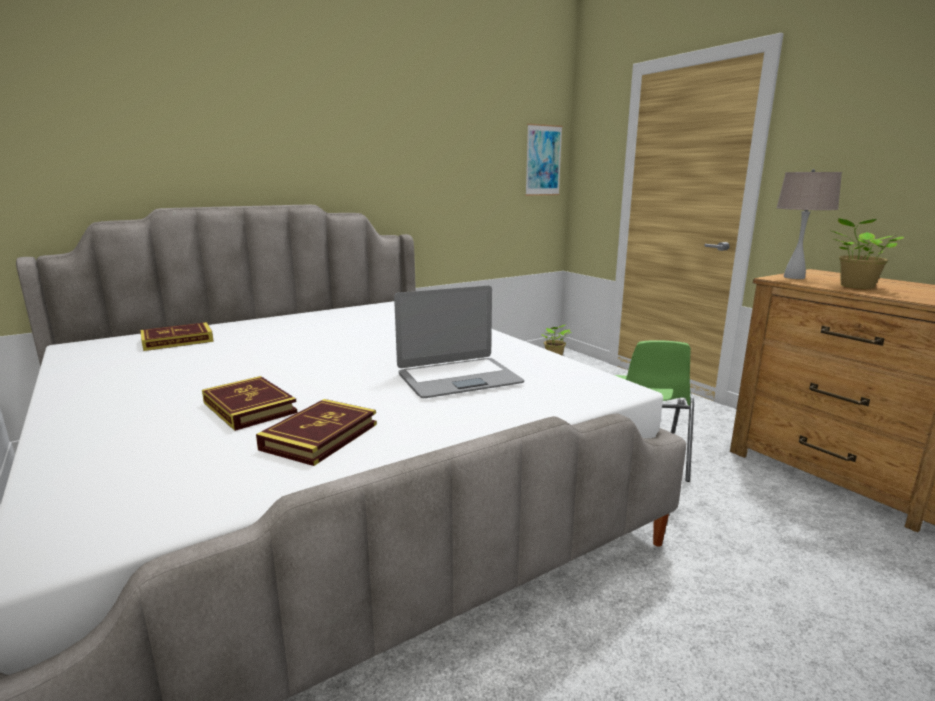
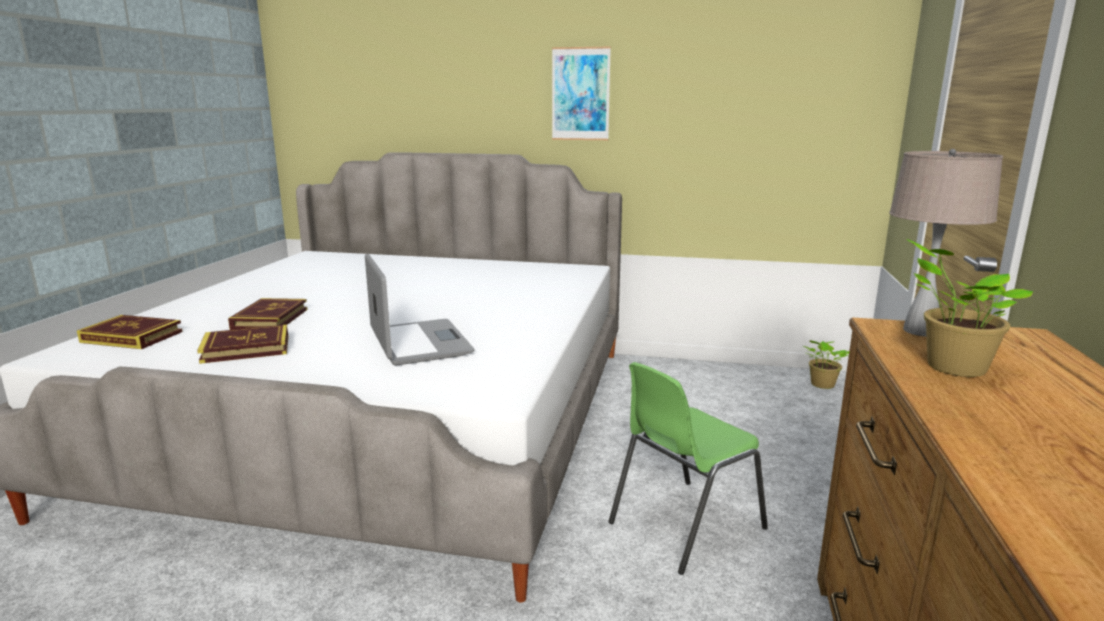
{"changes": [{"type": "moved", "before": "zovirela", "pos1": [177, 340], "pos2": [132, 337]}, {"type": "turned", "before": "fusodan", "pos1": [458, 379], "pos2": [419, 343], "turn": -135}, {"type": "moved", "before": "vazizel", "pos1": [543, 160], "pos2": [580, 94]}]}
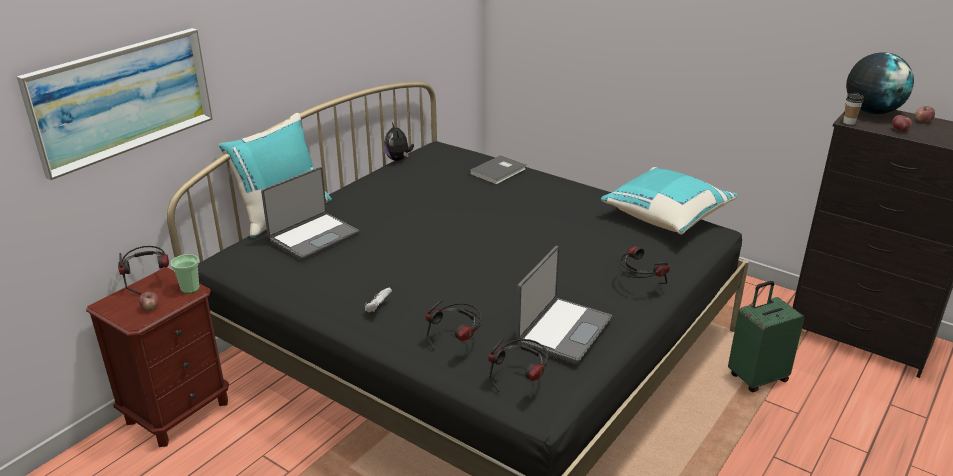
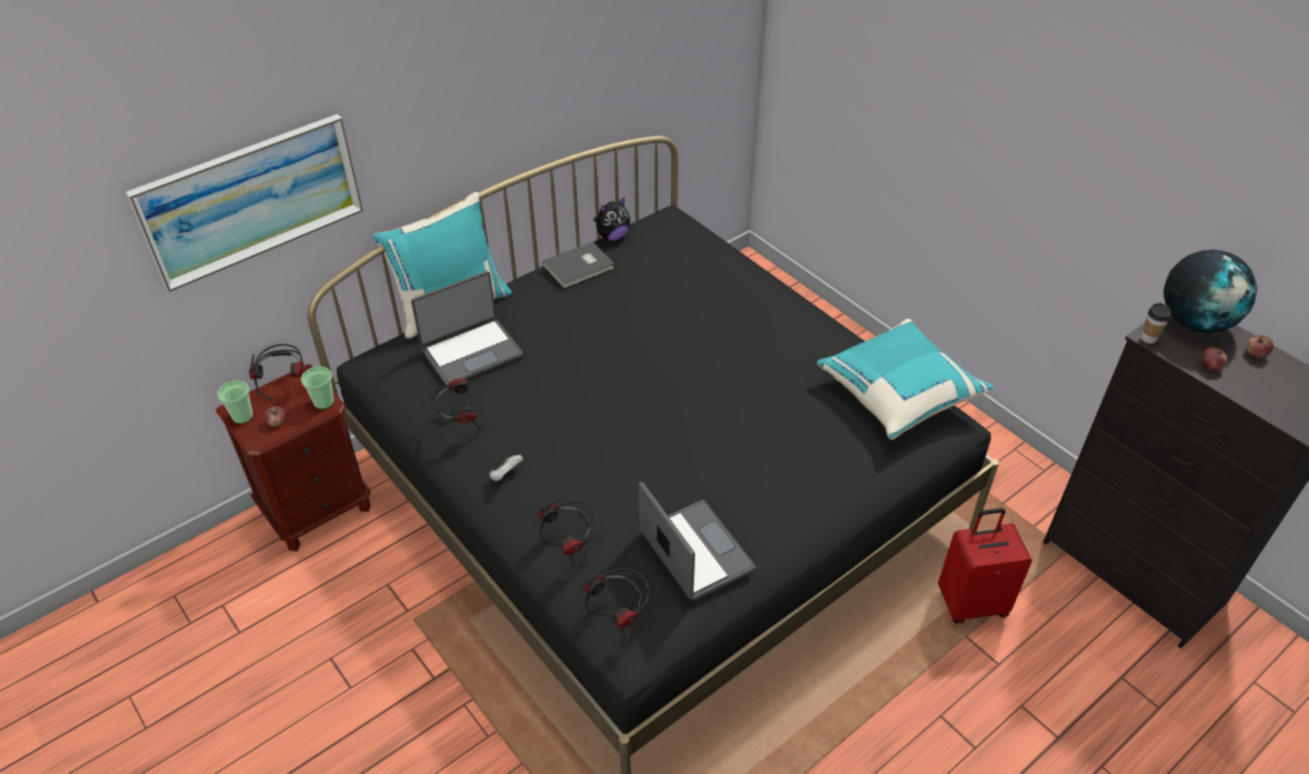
{"changes": [{"type": "added", "after": "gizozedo", "pos2": [242, 416]}, {"type": "moved", "before": "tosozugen", "pos1": [638, 286], "pos2": [456, 423]}, {"type": "moved", "before": "zovirela (grey)", "pos1": [499, 171], "pos2": [580, 267]}, {"type": "turned", "before": "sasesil", "pos1": [398, 159], "pos2": [612, 236], "turn": -120}, {"type": "turned", "before": "fusodan", "pos1": [562, 330], "pos2": [694, 552], "turn": -75}, {"type": "recoloured", "before": "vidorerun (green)", "after": "vidorerun (red)", "pos1": [756, 377], "pos2": [971, 603]}]}
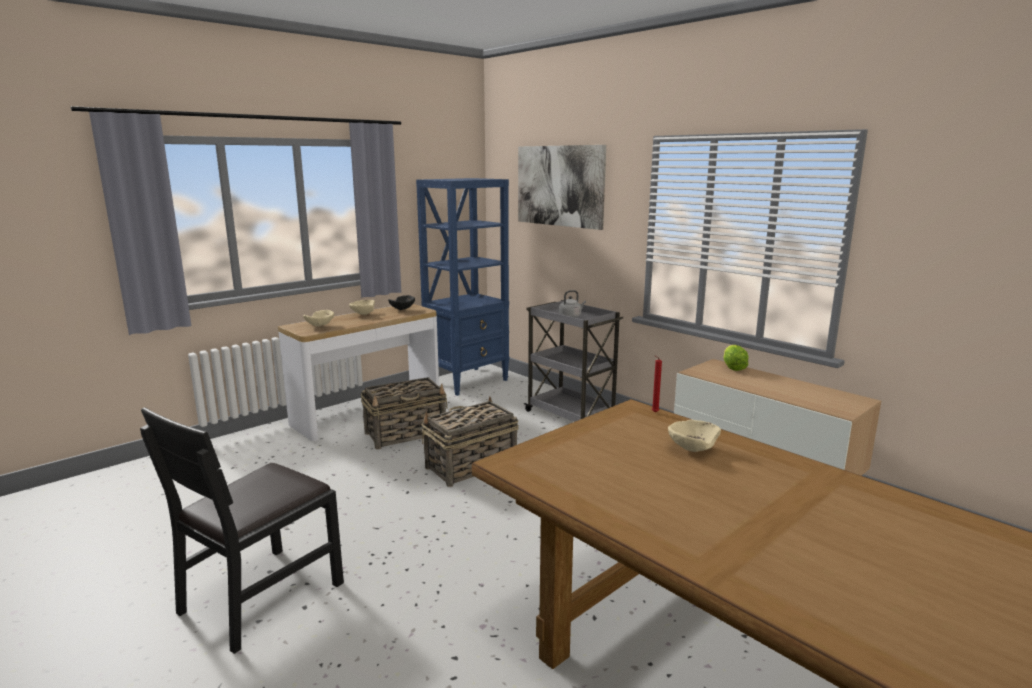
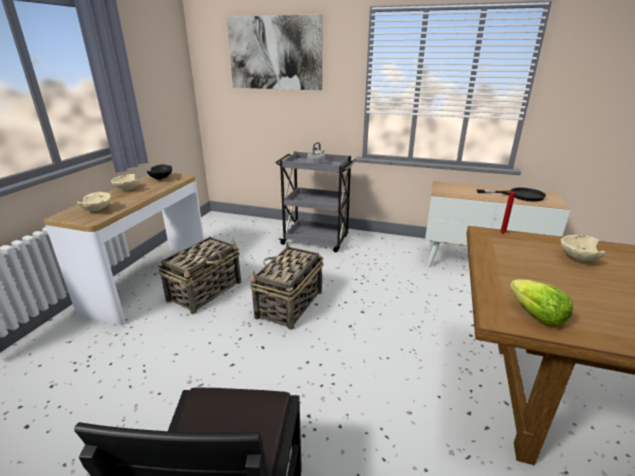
{"changes": [{"type": "added", "after": "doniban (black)", "pos2": [519, 195]}, {"type": "moved", "before": "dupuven", "pos1": [733, 368], "pos2": [536, 316]}, {"type": "removed", "before": "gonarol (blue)", "pos1": [468, 381]}]}
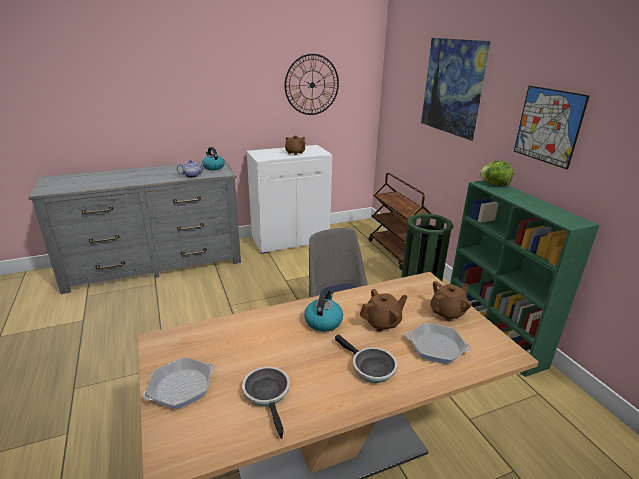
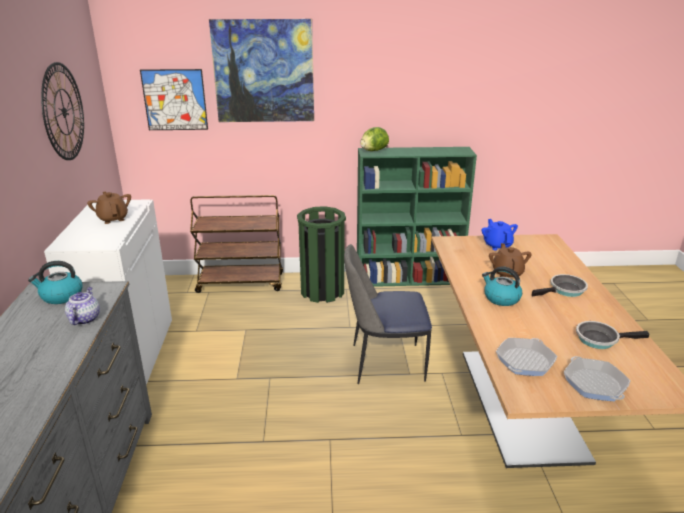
{"changes": [{"type": "moved", "before": "vazizel", "pos1": [548, 126], "pos2": [175, 100]}, {"type": "recoloured", "before": "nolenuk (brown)", "after": "nolenuk (blue)", "pos1": [448, 312], "pos2": [497, 245]}, {"type": "moved", "before": "doniban", "pos1": [436, 347], "pos2": [525, 361]}]}
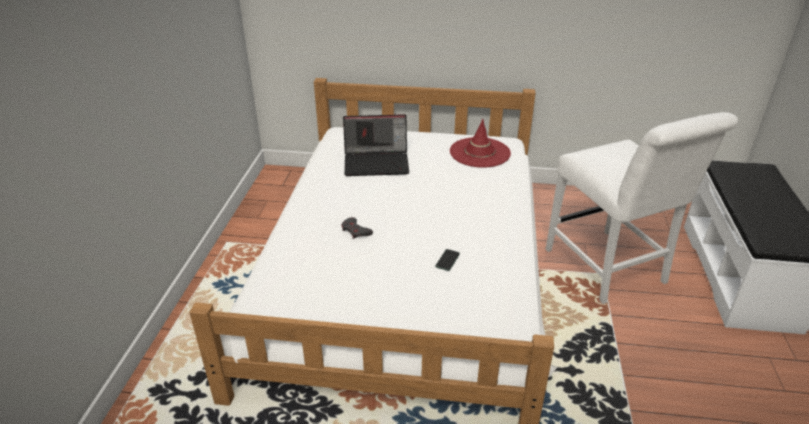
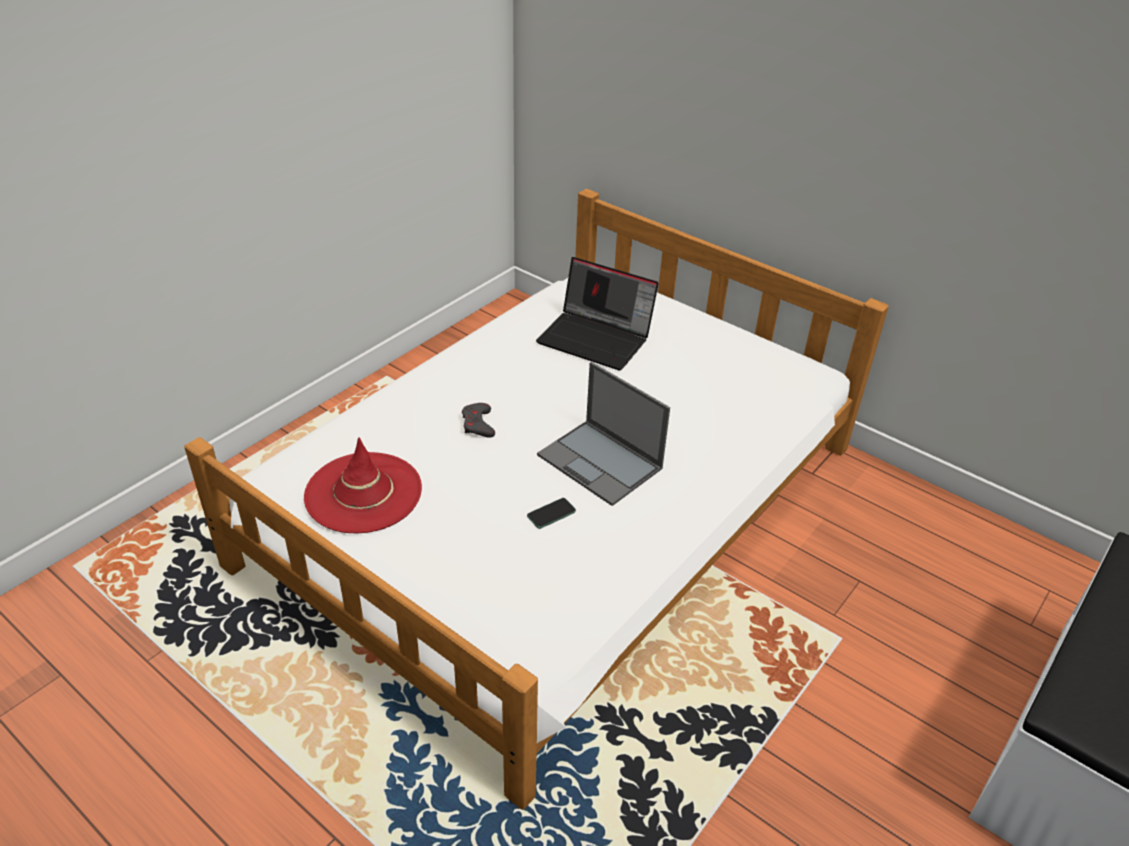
{"changes": [{"type": "moved", "before": "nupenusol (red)", "pos1": [479, 153], "pos2": [363, 493]}, {"type": "added", "after": "fusodan", "pos2": [601, 462]}, {"type": "removed", "before": "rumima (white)", "pos1": [608, 270]}]}
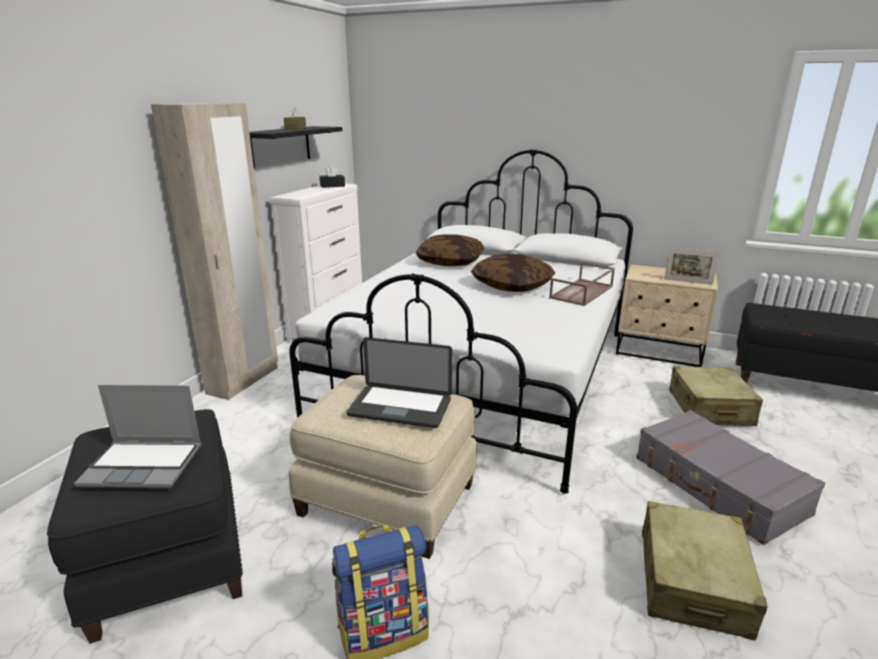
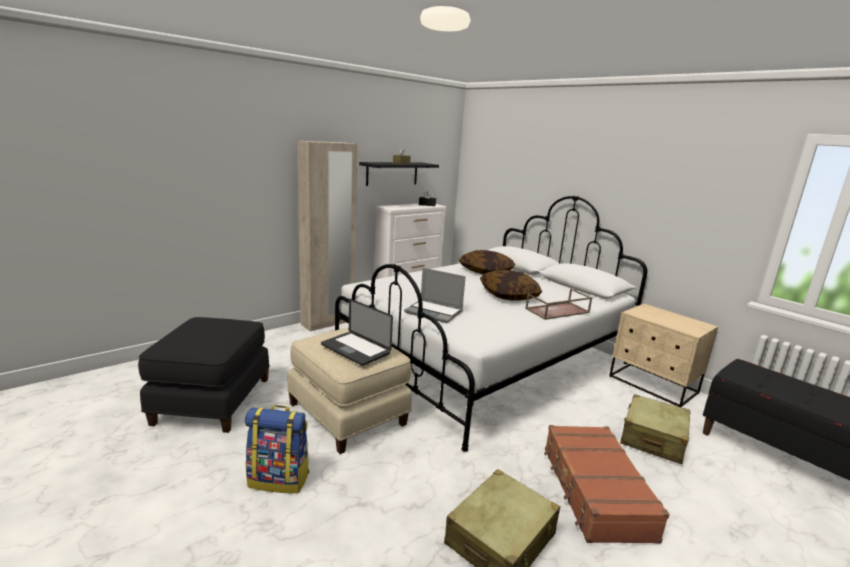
{"changes": [{"type": "moved", "before": "fusodan", "pos1": [145, 465], "pos2": [434, 312]}, {"type": "recoloured", "before": "vidorerun (grey)", "after": "vidorerun (brown)", "pos1": [718, 486], "pos2": [594, 492]}, {"type": "removed", "before": "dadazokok", "pos1": [688, 281]}]}
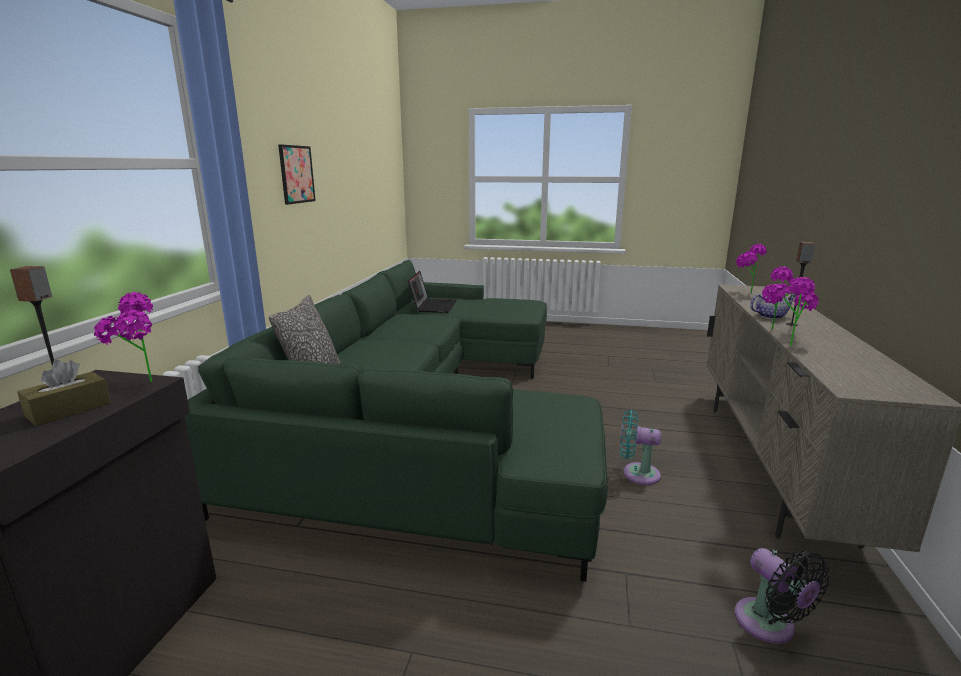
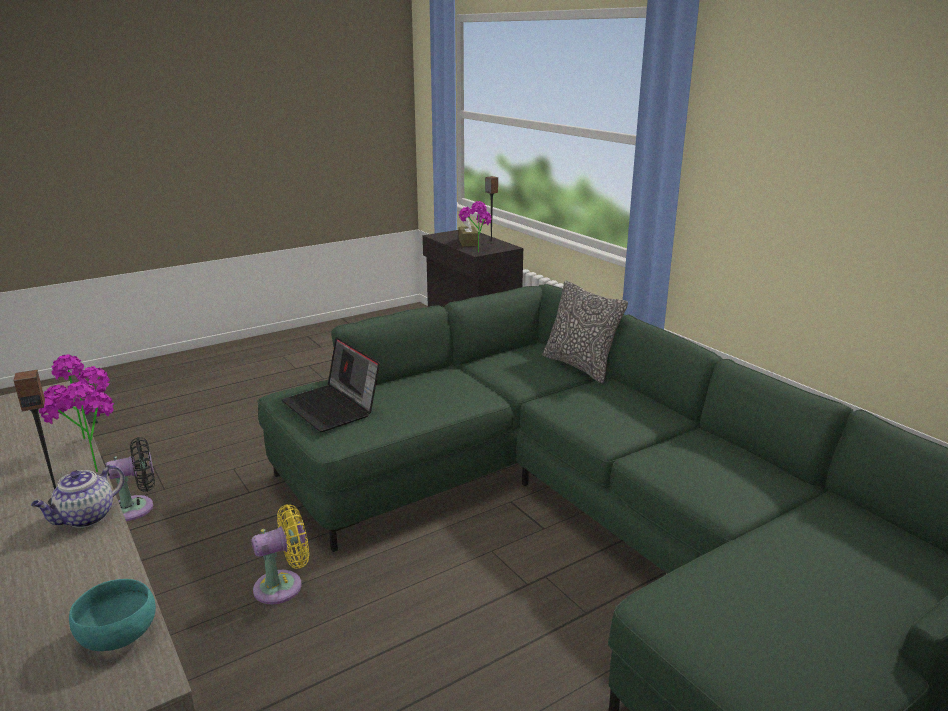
{"changes": [{"type": "replaced", "before": "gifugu", "after": "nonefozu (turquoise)", "pos1": [744, 293], "pos2": [119, 635]}, {"type": "turned", "before": "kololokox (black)", "pos1": [769, 625], "pos2": [137, 508], "turn": 135}, {"type": "recoloured", "before": "kololokox (turquoise)", "after": "kololokox (yellow)", "pos1": [636, 473], "pos2": [283, 586]}, {"type": "moved", "before": "fusodan", "pos1": [433, 306], "pos2": [333, 408]}, {"type": "removed", "before": "vazizel", "pos1": [296, 174]}]}
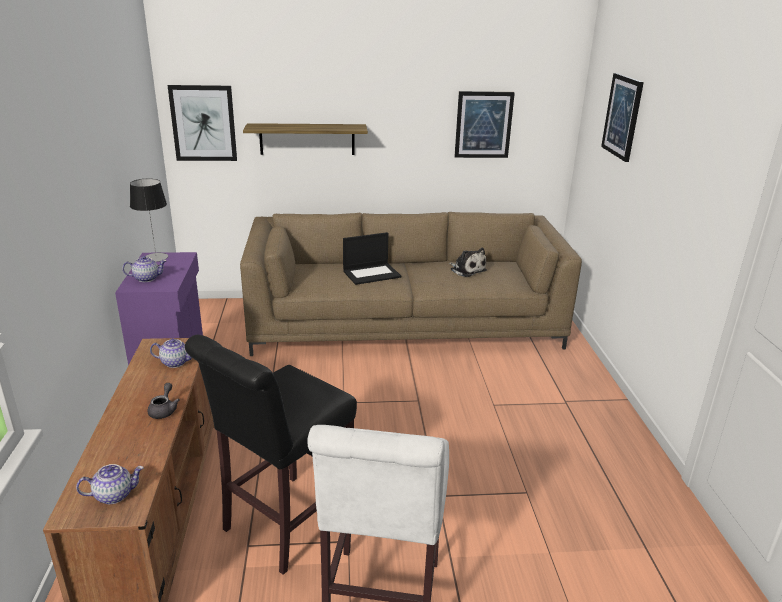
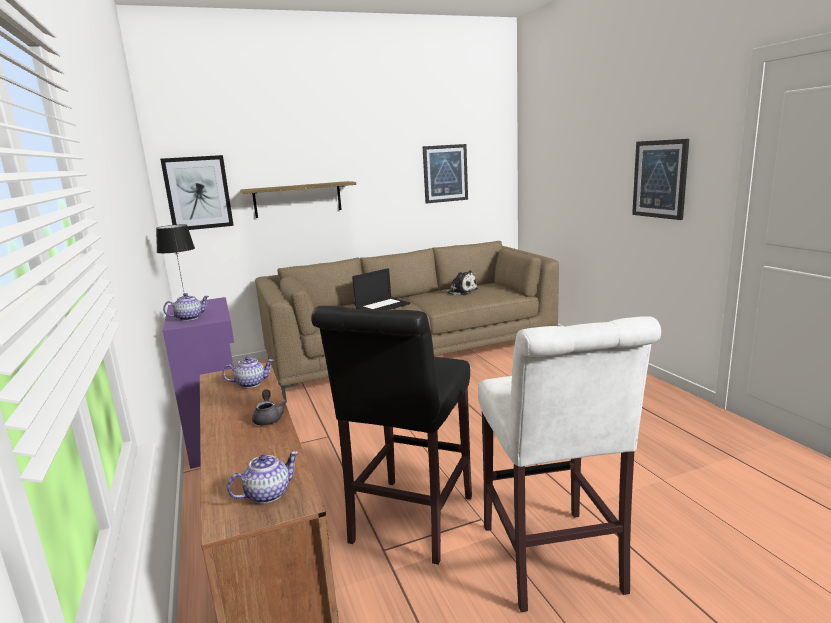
{"changes": [{"type": "moved", "before": "vazizel", "pos1": [622, 116], "pos2": [660, 179]}]}
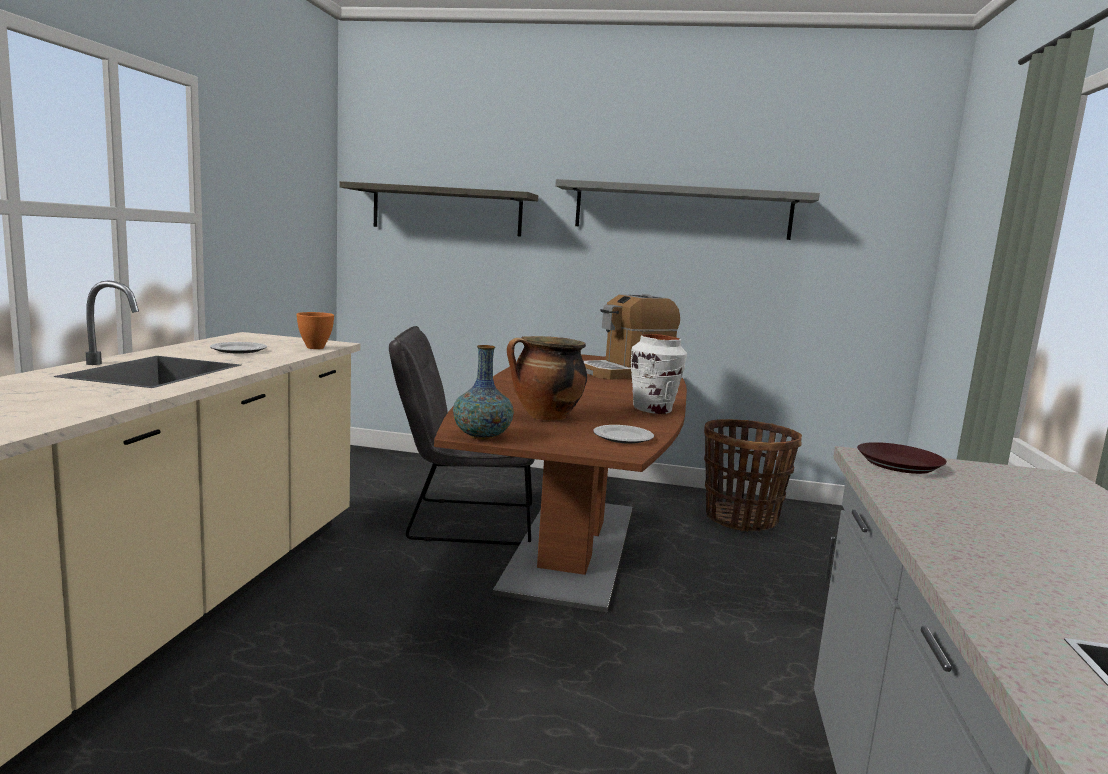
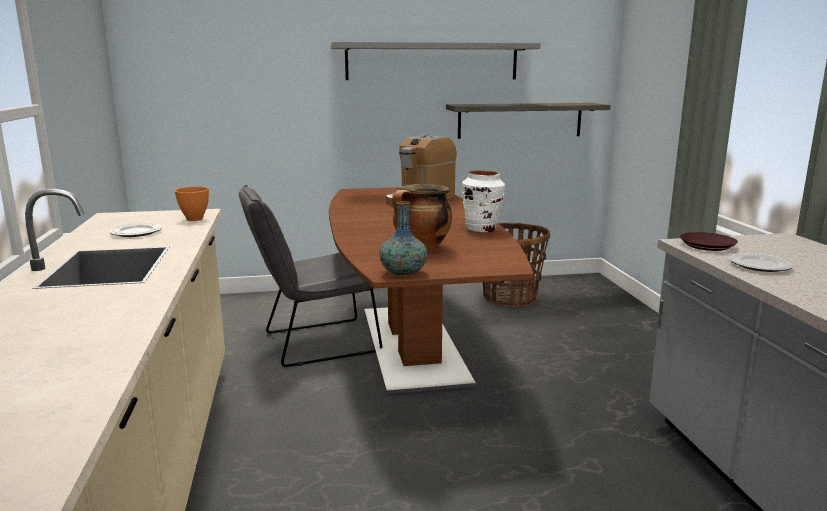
{"changes": [{"type": "moved", "before": "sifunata", "pos1": [447, 210], "pos2": [520, 120]}, {"type": "moved", "before": "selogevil", "pos1": [623, 437], "pos2": [759, 265]}]}
